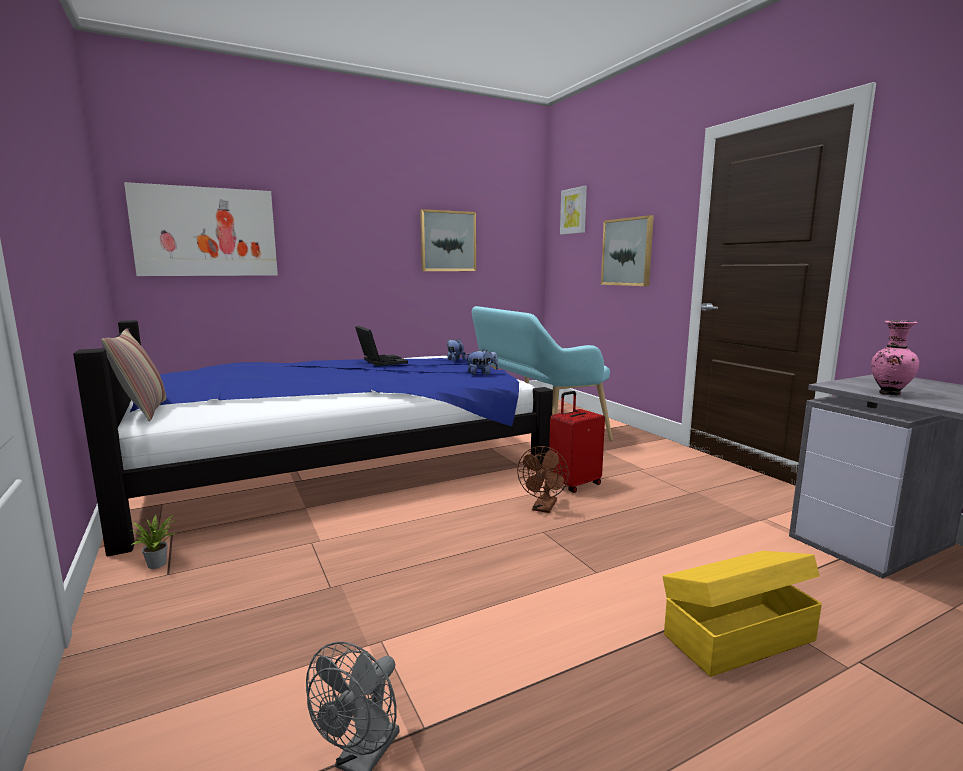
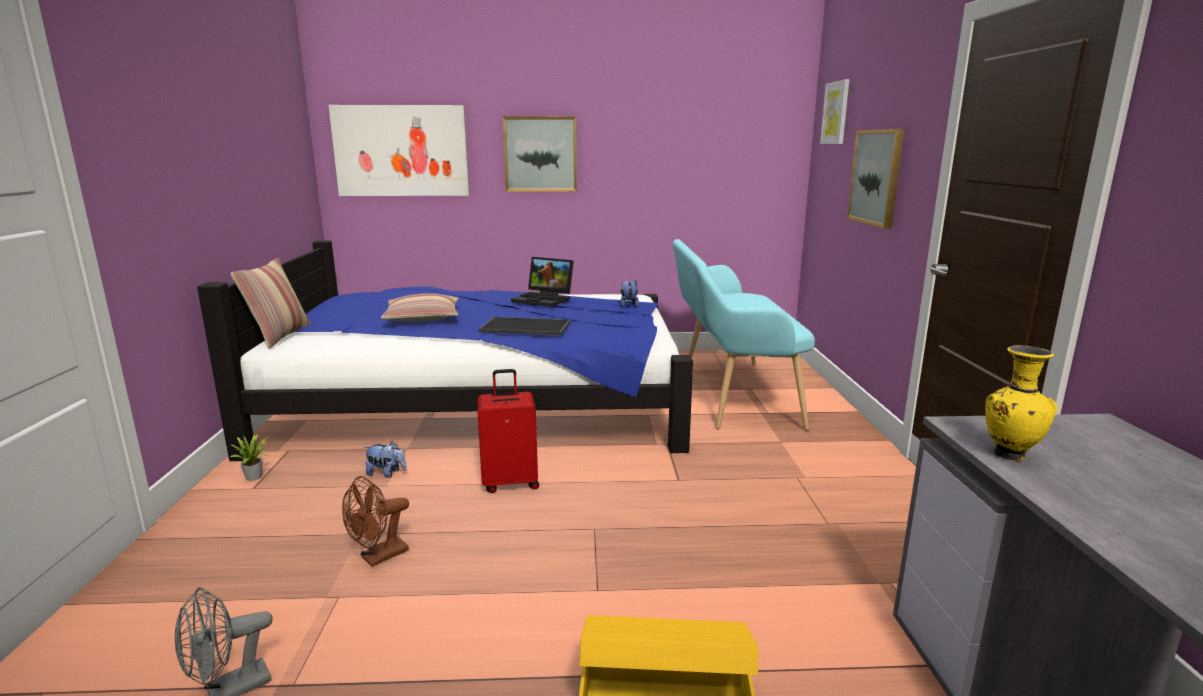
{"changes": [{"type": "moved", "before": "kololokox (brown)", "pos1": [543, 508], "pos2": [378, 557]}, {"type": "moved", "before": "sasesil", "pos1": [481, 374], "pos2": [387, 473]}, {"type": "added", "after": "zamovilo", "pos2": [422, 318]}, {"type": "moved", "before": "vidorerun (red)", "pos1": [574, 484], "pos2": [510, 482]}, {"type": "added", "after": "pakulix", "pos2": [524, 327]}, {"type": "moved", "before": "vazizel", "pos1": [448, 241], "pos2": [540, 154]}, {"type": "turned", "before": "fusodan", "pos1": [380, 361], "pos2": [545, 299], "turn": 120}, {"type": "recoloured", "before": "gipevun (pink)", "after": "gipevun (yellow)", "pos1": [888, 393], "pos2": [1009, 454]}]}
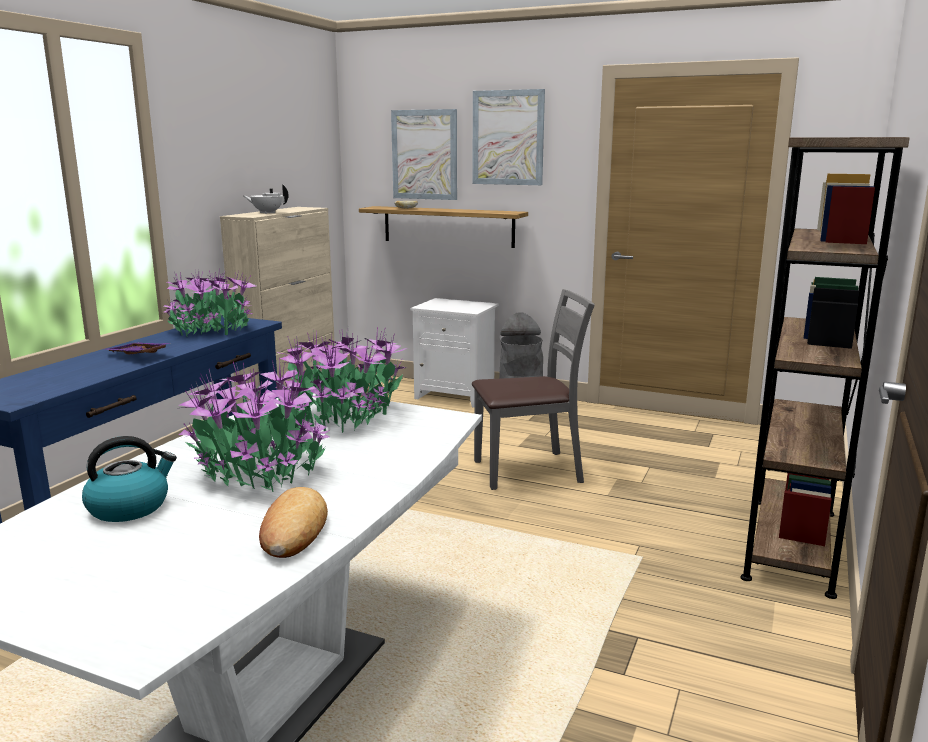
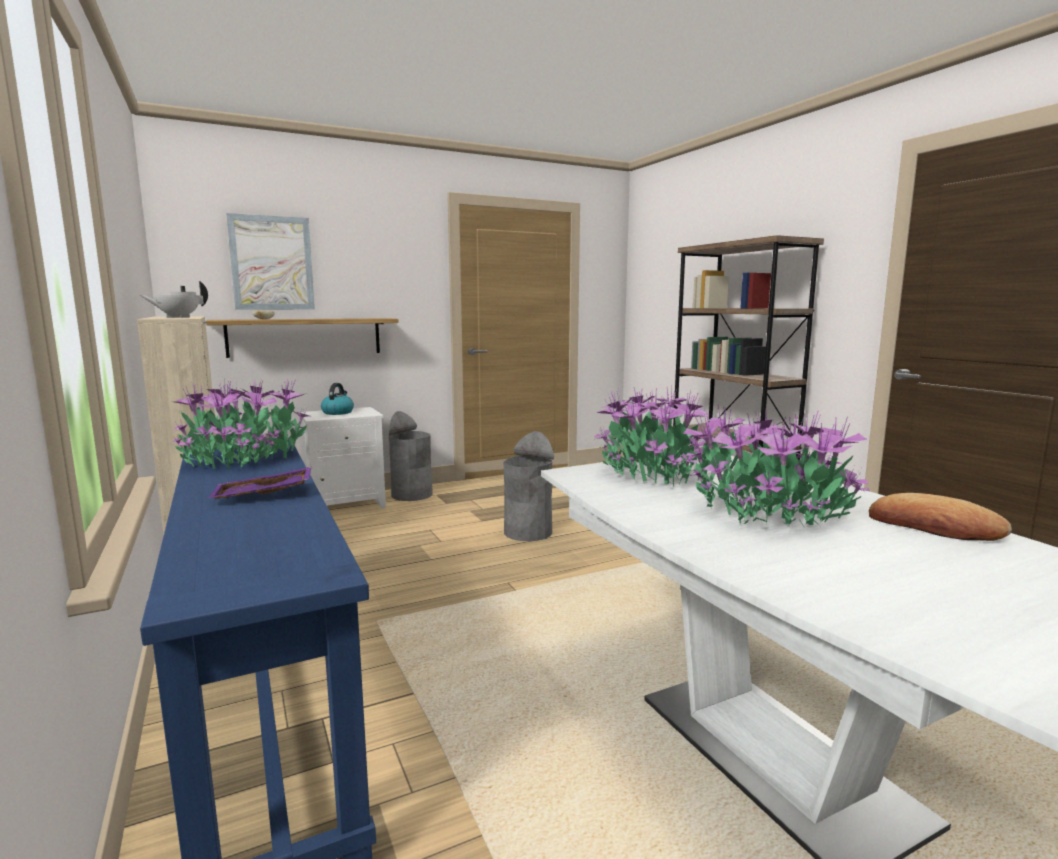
{"changes": [{"type": "moved", "before": "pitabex", "pos1": [130, 507], "pos2": [338, 412]}, {"type": "replaced", "before": "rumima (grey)", "after": "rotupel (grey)", "pos1": [528, 470], "pos2": [528, 532]}, {"type": "removed", "before": "vazizel", "pos1": [508, 138]}]}
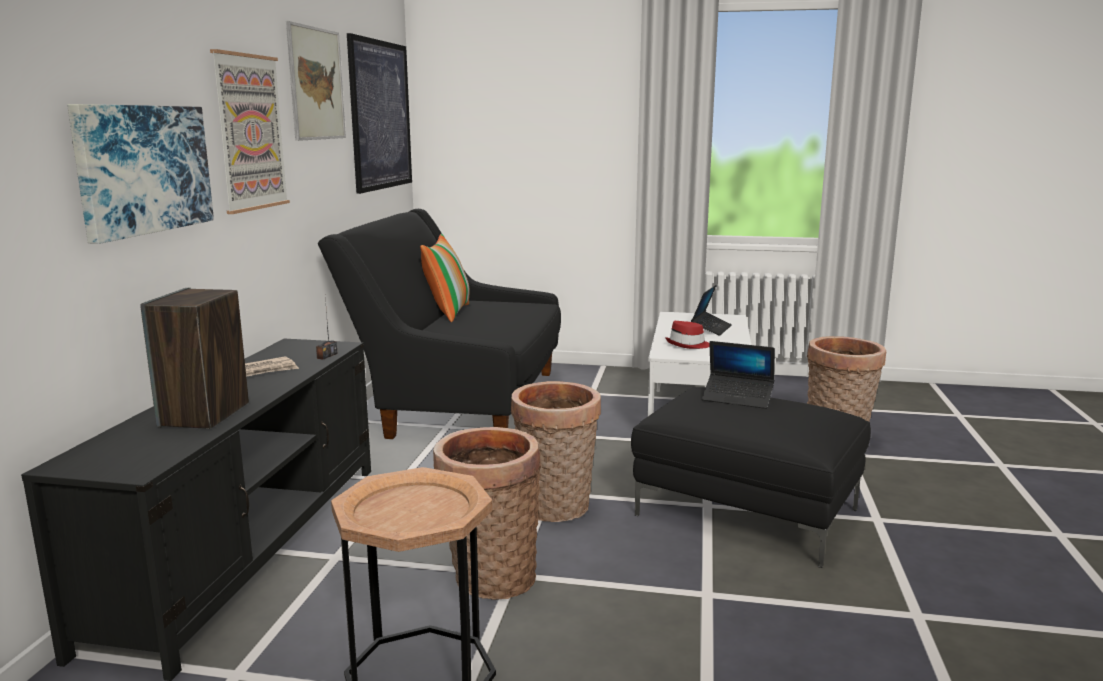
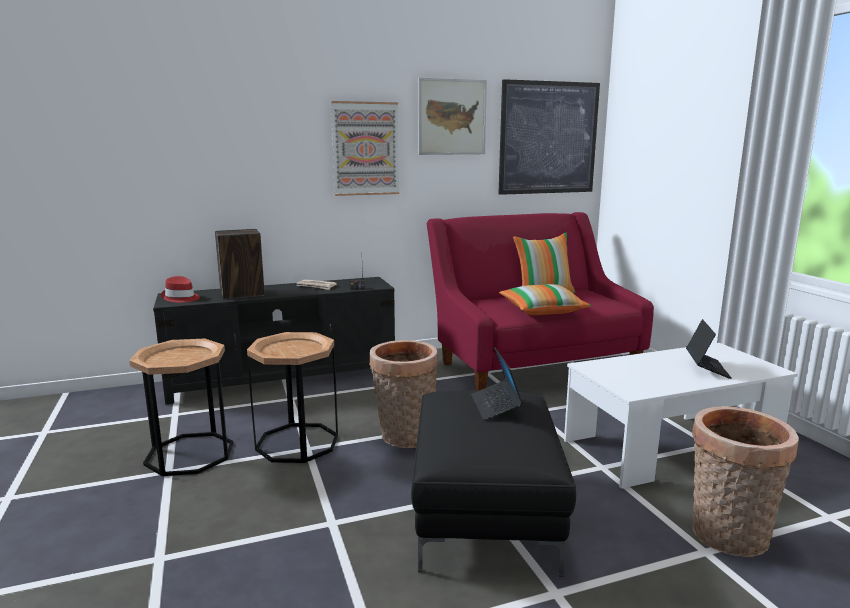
{"changes": [{"type": "moved", "before": "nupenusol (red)", "pos1": [688, 345], "pos2": [181, 298]}, {"type": "replaced", "before": "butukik", "after": "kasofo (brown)", "pos1": [489, 578], "pos2": [297, 443]}, {"type": "recoloured", "before": "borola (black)", "after": "borola (red)", "pos1": [461, 401], "pos2": [532, 363]}, {"type": "added", "after": "zamovilo", "pos2": [542, 311]}, {"type": "turned", "before": "fusodan", "pos1": [711, 328], "pos2": [706, 368], "turn": -75}, {"type": "removed", "before": "vazizel", "pos1": [143, 169]}]}
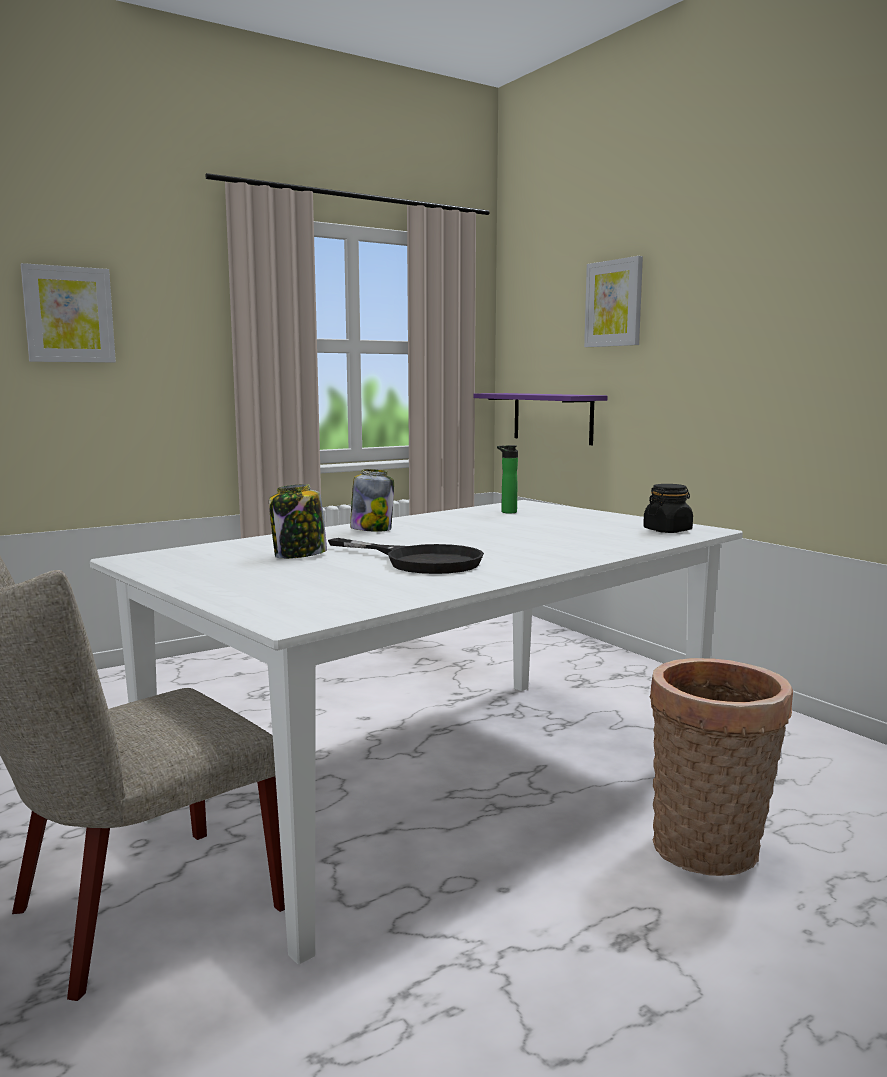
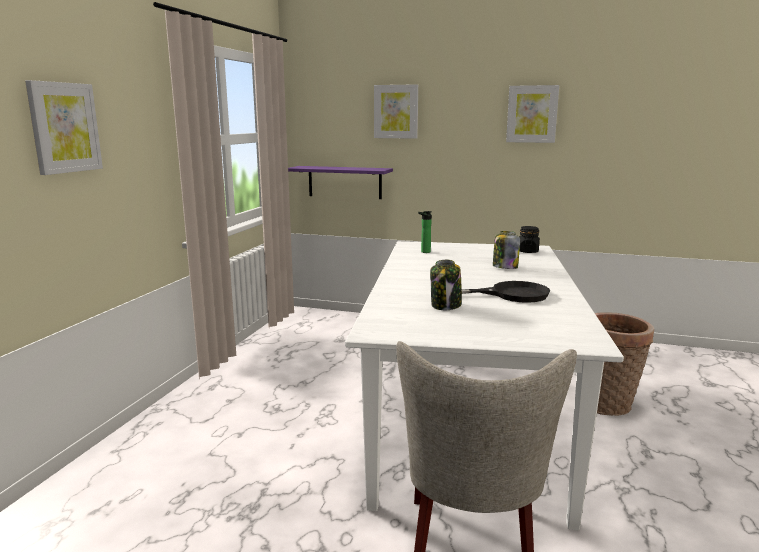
{"changes": [{"type": "moved", "before": "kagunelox", "pos1": [371, 529], "pos2": [504, 267]}, {"type": "added", "after": "vazizel", "pos2": [532, 114]}]}
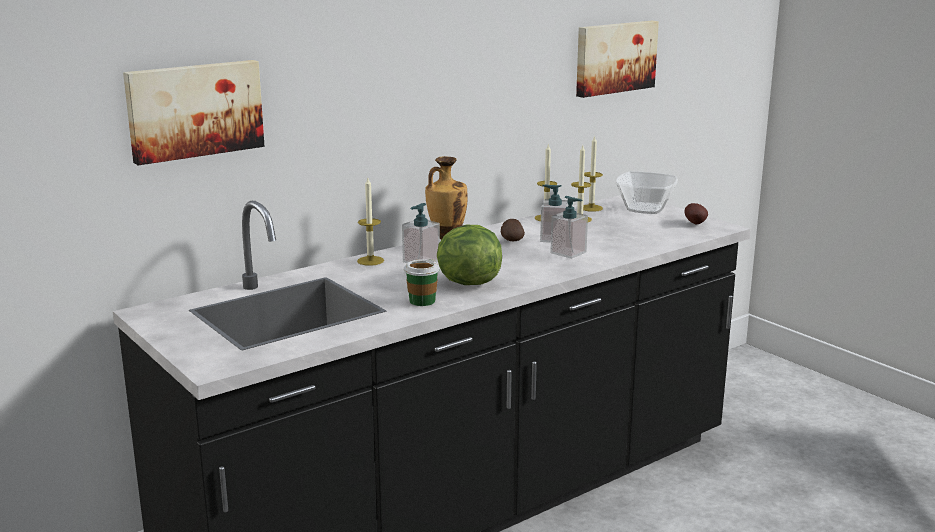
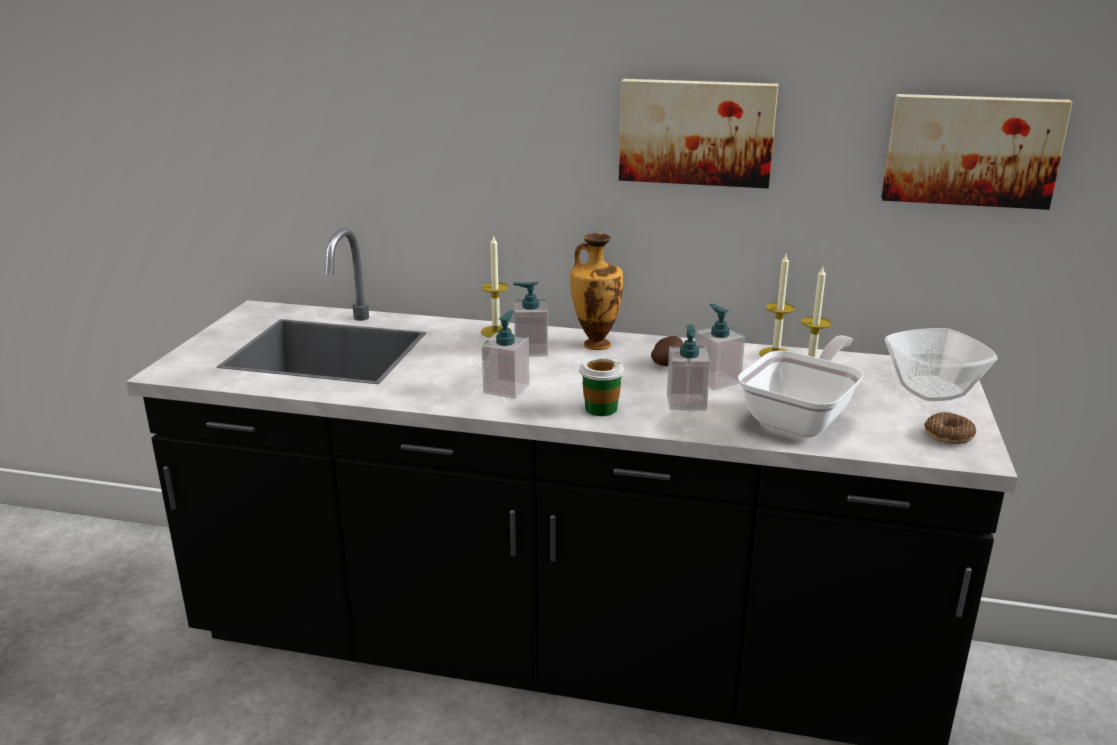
{"changes": [{"type": "replaced", "before": "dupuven", "after": "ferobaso", "pos1": [467, 283], "pos2": [506, 389]}, {"type": "moved", "before": "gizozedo", "pos1": [422, 301], "pos2": [600, 408]}, {"type": "moved", "before": "vazizel", "pos1": [194, 110], "pos2": [696, 132]}, {"type": "added", "after": "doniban", "pos2": [802, 418]}, {"type": "replaced", "before": "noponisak", "after": "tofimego", "pos1": [695, 223], "pos2": [948, 436]}, {"type": "removed", "before": "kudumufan", "pos1": [591, 208]}]}
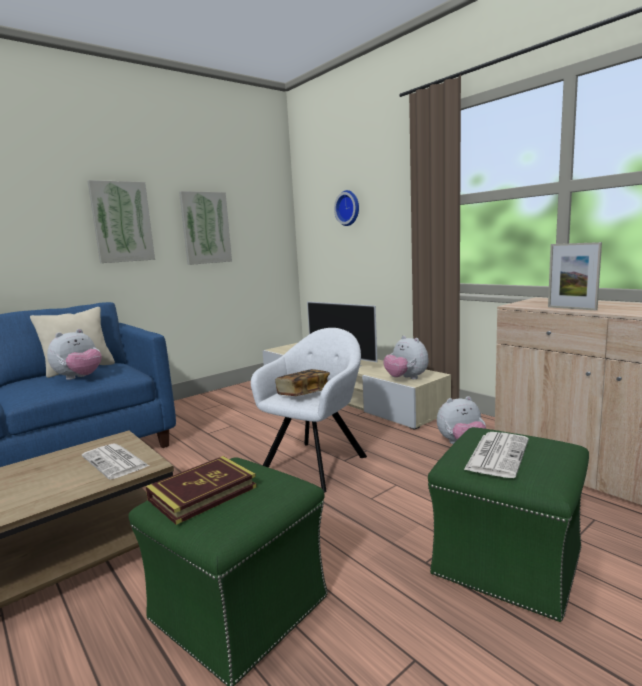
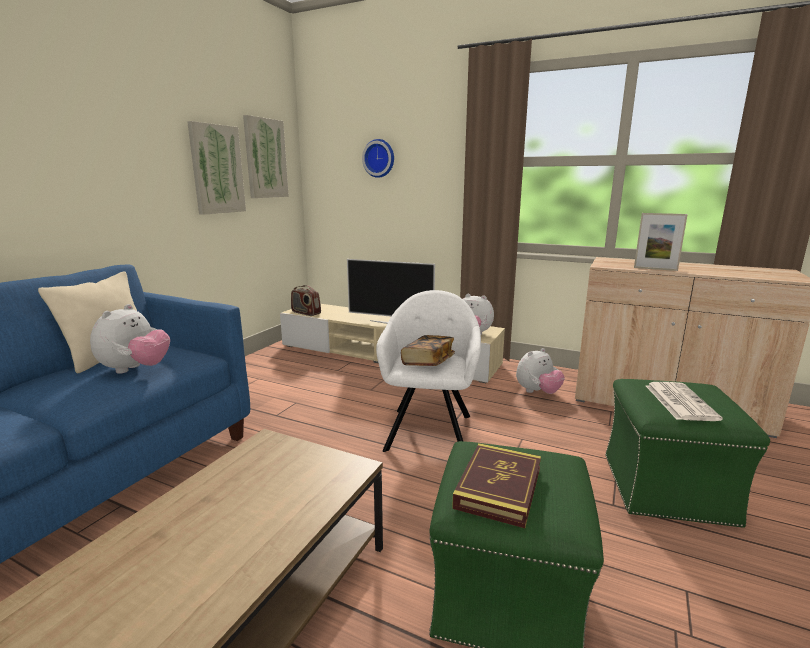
{"changes": [{"type": "moved", "before": "vazizel", "pos1": [122, 222], "pos2": [265, 158]}, {"type": "added", "after": "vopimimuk", "pos2": [305, 313]}, {"type": "removed", "before": "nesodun", "pos1": [116, 462]}]}
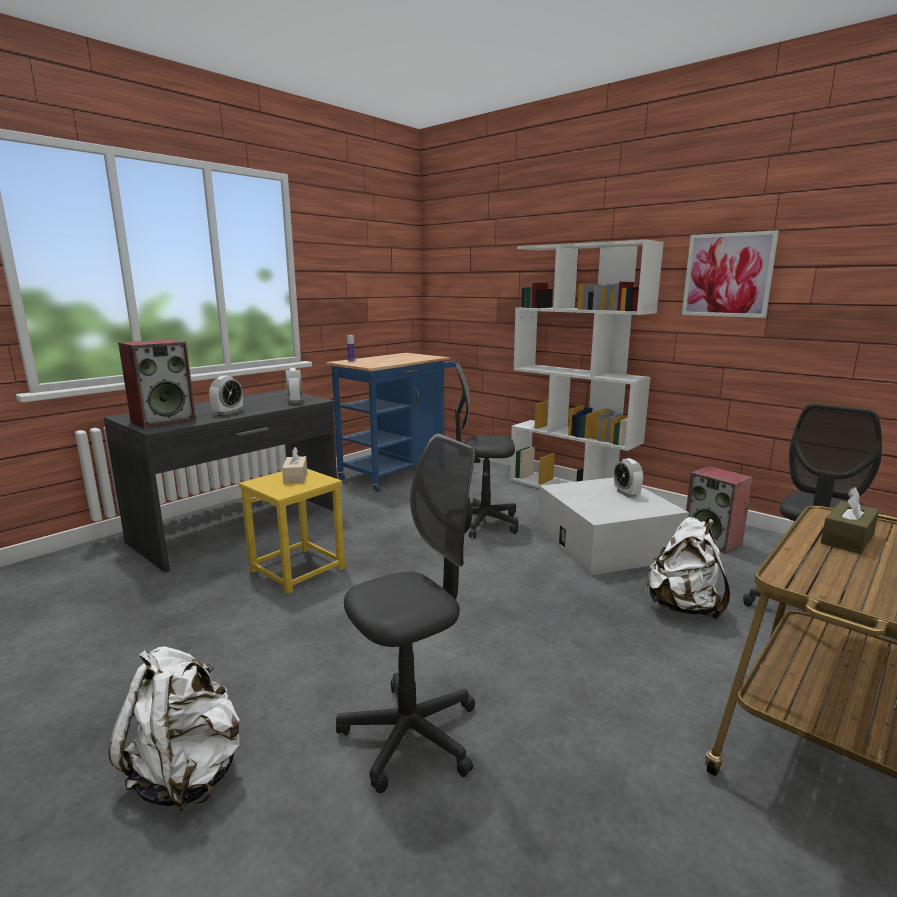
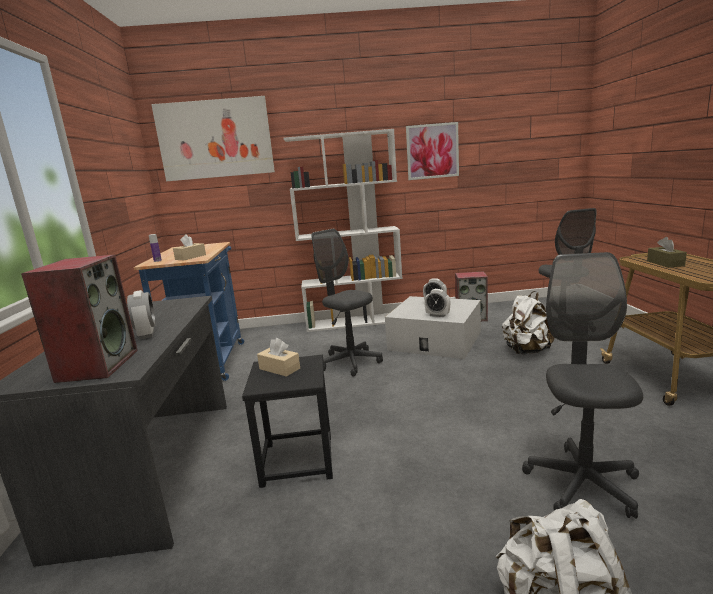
{"changes": [{"type": "added", "after": "vazizel", "pos2": [215, 139]}, {"type": "added", "after": "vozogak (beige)", "pos2": [190, 257]}, {"type": "recoloured", "before": "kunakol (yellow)", "after": "kunakol (black)", "pos1": [297, 570], "pos2": [298, 460]}, {"type": "turned", "before": "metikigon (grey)", "pos1": [483, 523], "pos2": [350, 362], "turn": 90}, {"type": "moved", "before": "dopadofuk", "pos1": [295, 401], "pos2": [437, 315]}]}
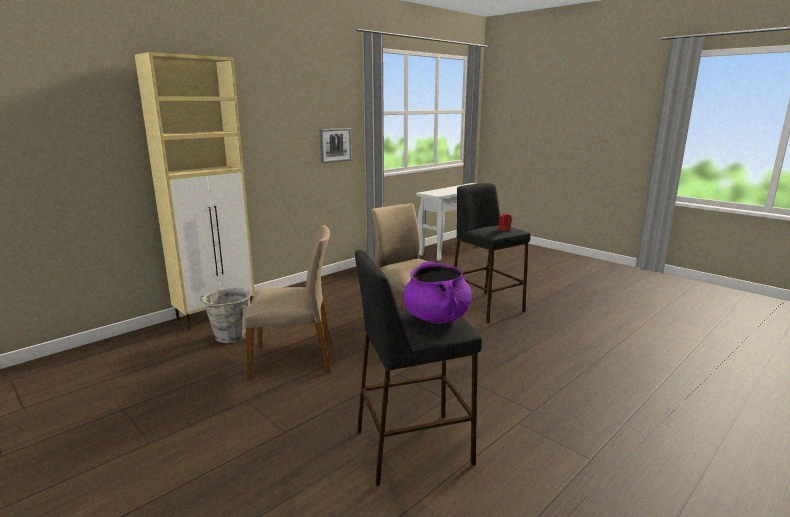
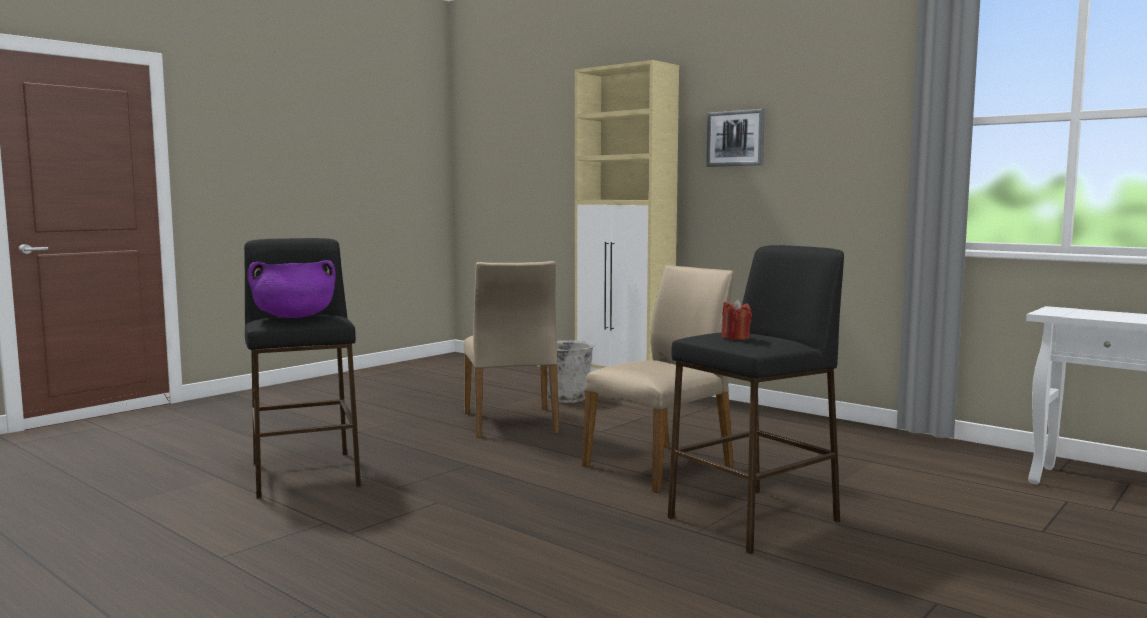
{"changes": [{"type": "moved", "before": "vazizel", "pos1": [335, 145], "pos2": [735, 138]}]}
